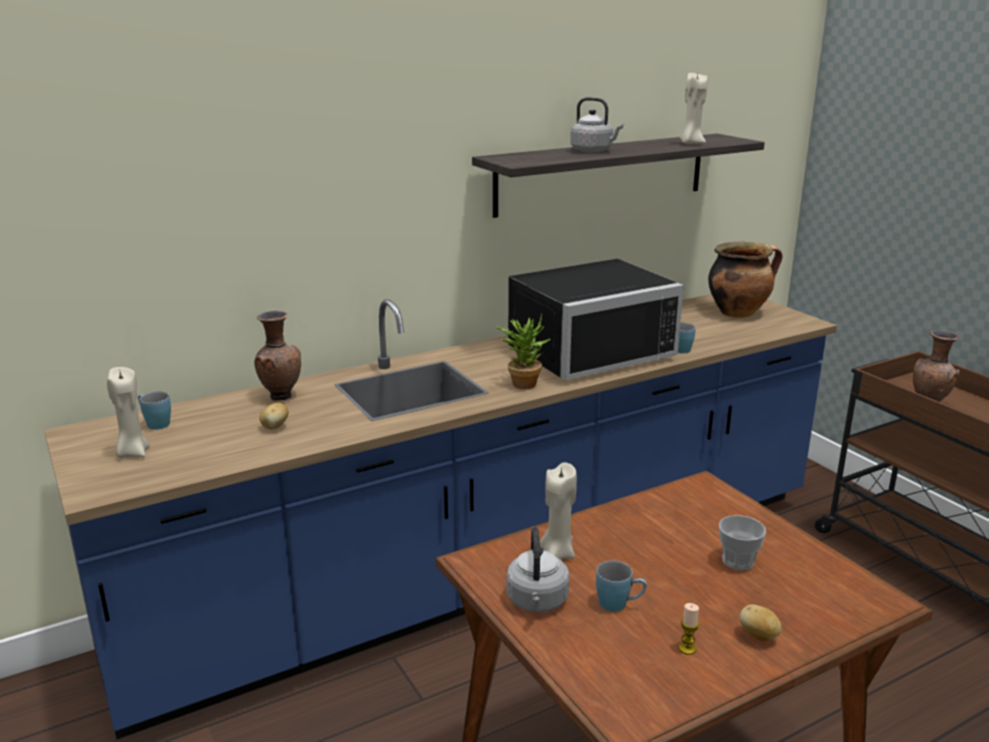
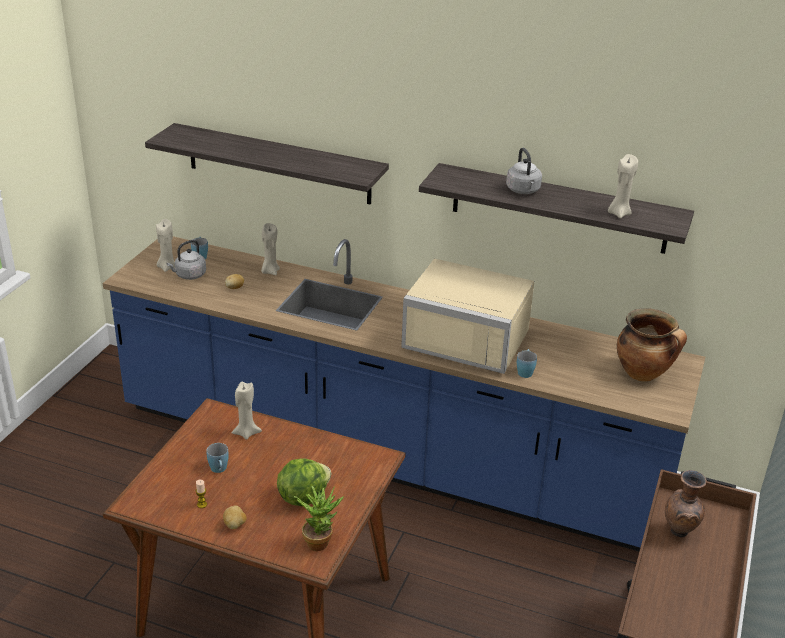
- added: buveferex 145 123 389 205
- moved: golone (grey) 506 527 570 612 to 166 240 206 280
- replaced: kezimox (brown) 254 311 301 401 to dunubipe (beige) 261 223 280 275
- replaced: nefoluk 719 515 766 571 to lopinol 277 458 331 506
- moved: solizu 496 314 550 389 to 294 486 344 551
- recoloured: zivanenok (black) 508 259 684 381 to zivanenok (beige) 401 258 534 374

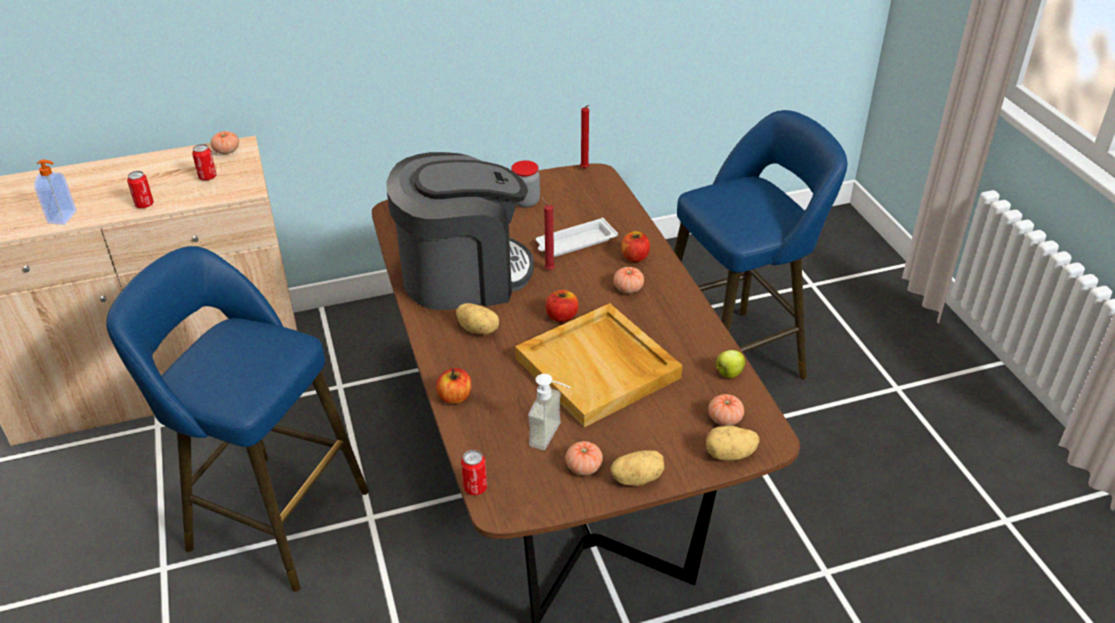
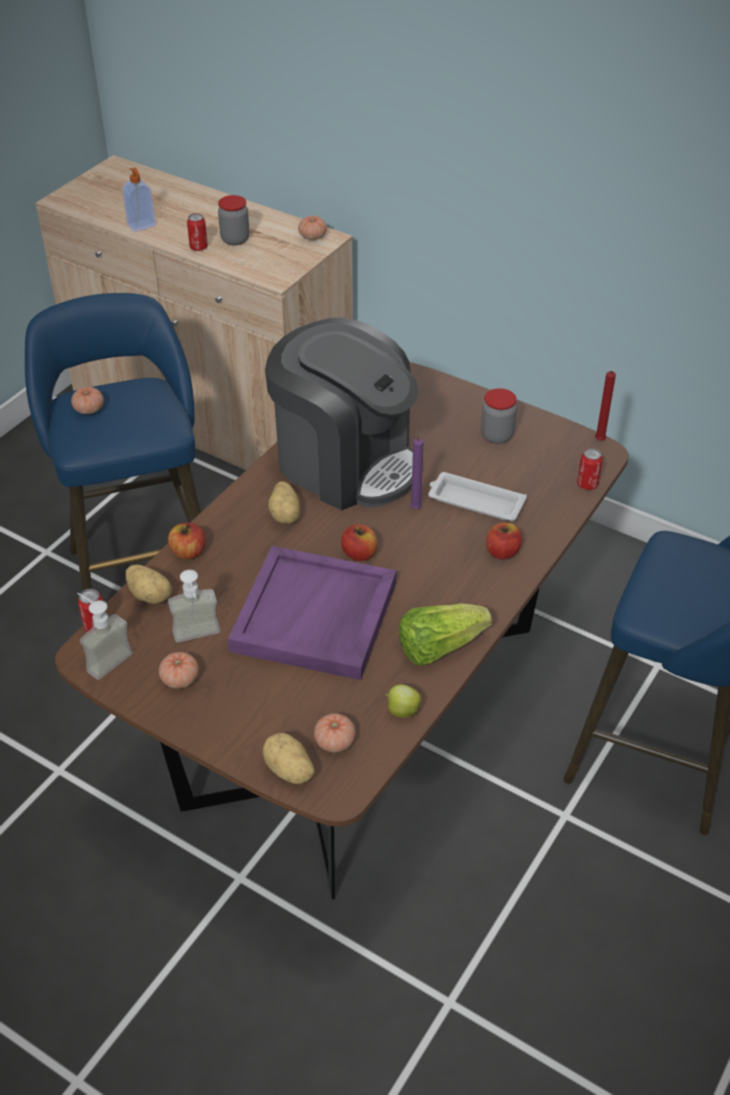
- moved: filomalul 613 267 644 293 to 71 387 104 414
- added: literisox 77 593 133 680
- moved: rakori 610 450 664 486 to 126 565 172 604
- added: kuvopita 218 195 249 245
- recoloured: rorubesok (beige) 515 303 683 428 to rorubesok (purple) 228 546 397 680
- added: lopinol 399 603 492 666
- recoloured: dunubipe (red) 541 197 555 270 to dunubipe (purple) 410 427 424 509
- moved: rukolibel 192 144 217 181 to 577 448 603 490

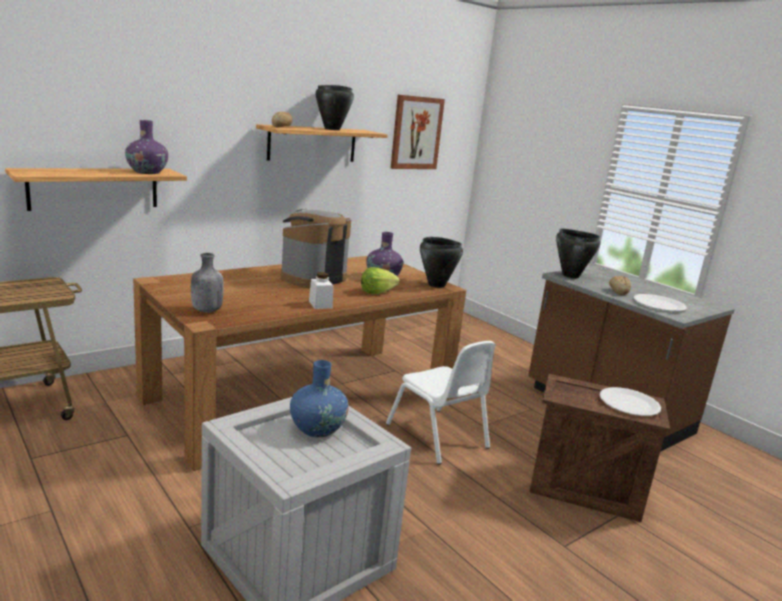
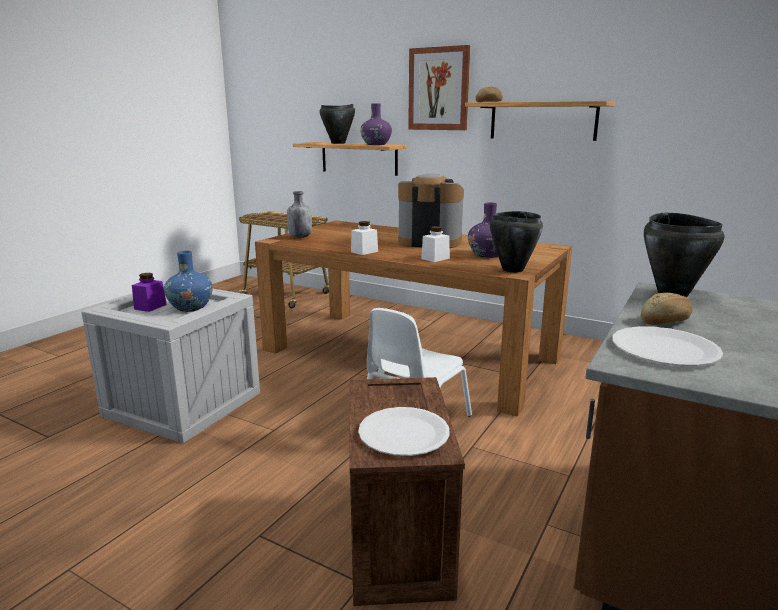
- added: kuvopita (purple) 132 273 167 312
- moved: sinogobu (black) 316 85 354 130 to 320 104 355 144
- moved: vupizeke 391 95 445 169 to 408 45 470 130
- replaced: lopinol 361 267 399 294 to kuvopita (white) 421 226 450 262

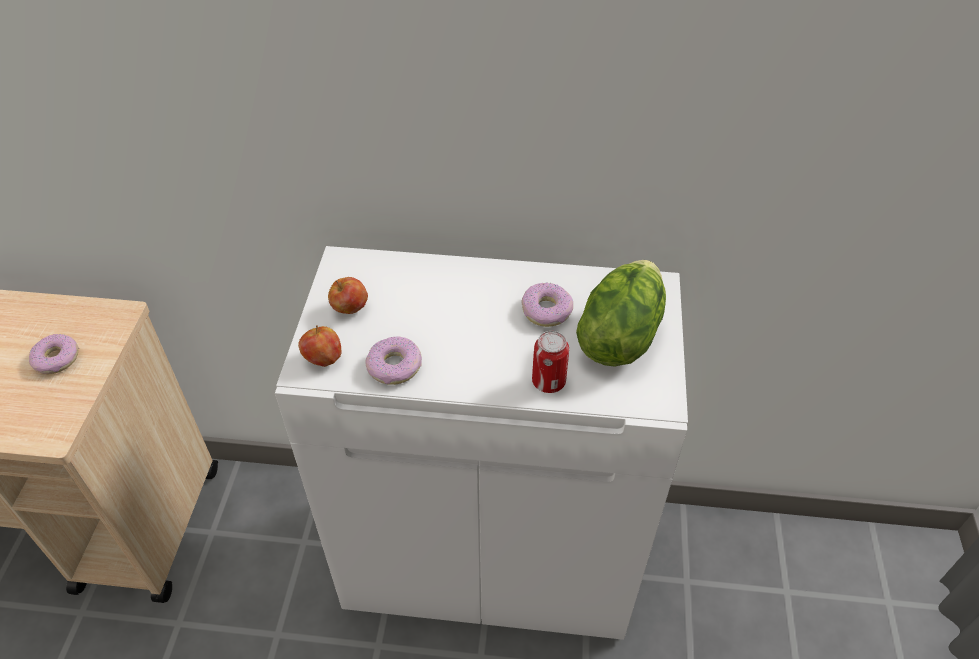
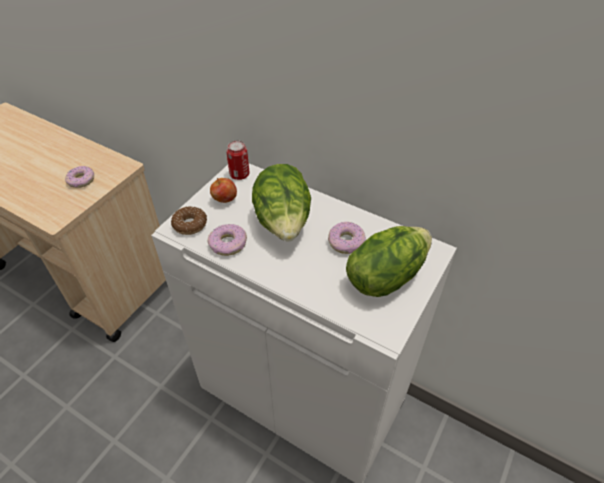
- replaced: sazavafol 298 325 341 367 to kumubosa 171 206 207 235
- moved: rukolibel 532 331 569 393 to 226 140 249 180
- added: lopinol 252 164 311 242

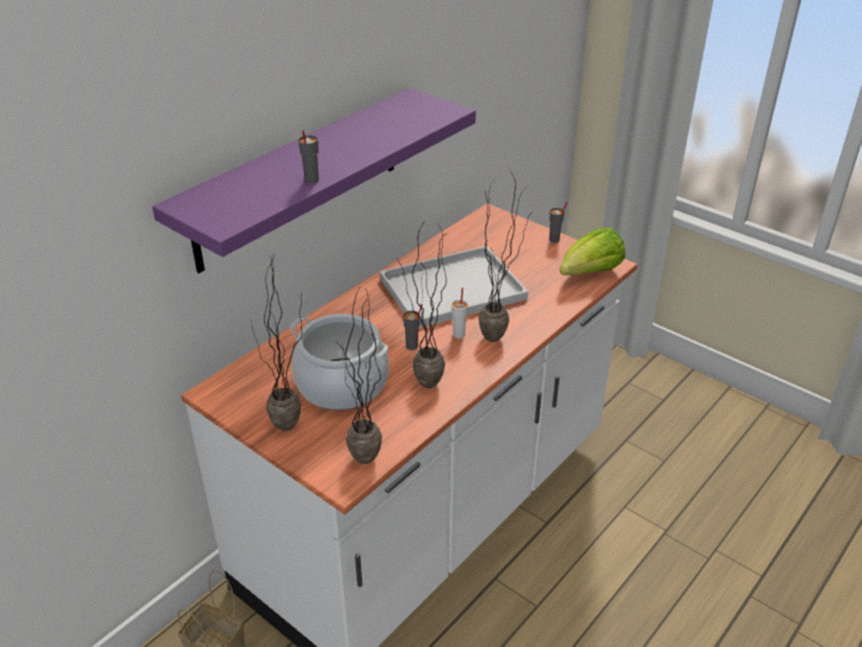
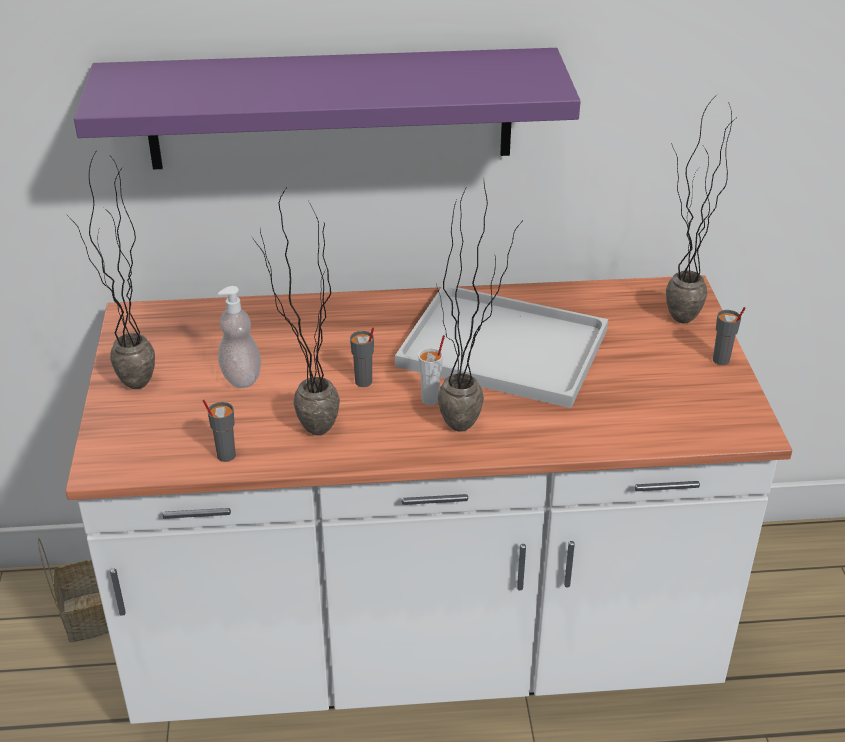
- moved: nefoluk (grey) 298 130 319 184 to 203 400 236 462
- replaced: sinogobu 290 314 389 410 to literisox 218 286 261 388
- moved: solizu 339 288 382 464 to 666 94 736 323
- removed: lopinol 560 228 625 275

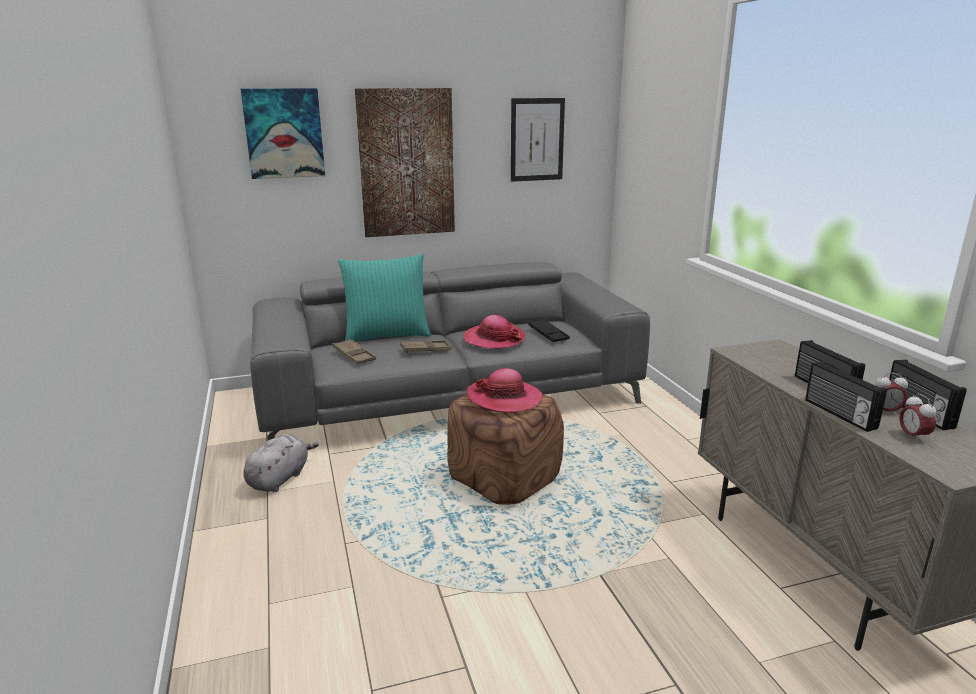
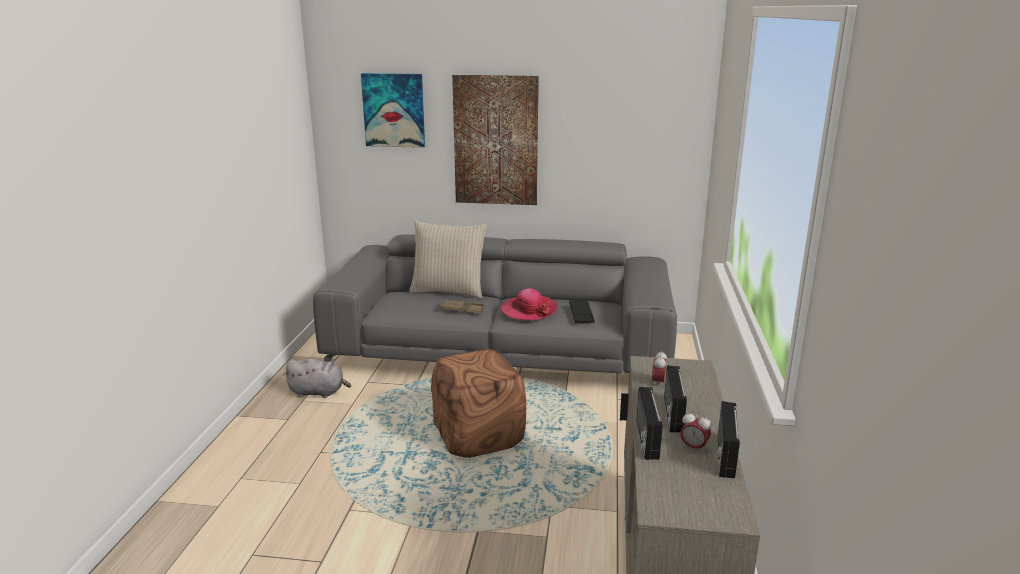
- turned: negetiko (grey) 243 434 319 492 = 283 359 351 398 45 degrees clockwise
- recoloured: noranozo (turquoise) 338 254 431 342 to noranozo (beige) 409 221 487 298
- moved: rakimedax 899 394 936 443 to 652 350 667 385
- removed: rorubesok (brown) 333 339 376 364
- removed: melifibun 466 368 543 413
- removed: vupizeke 511 98 565 182

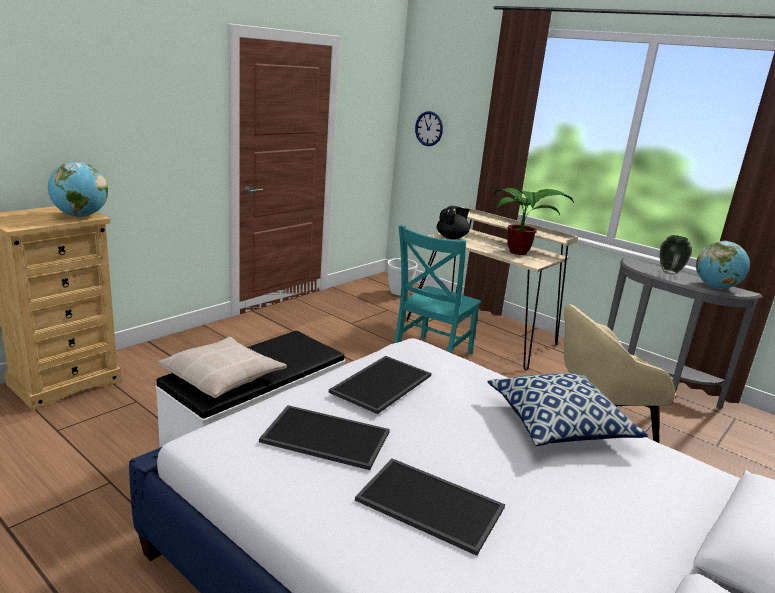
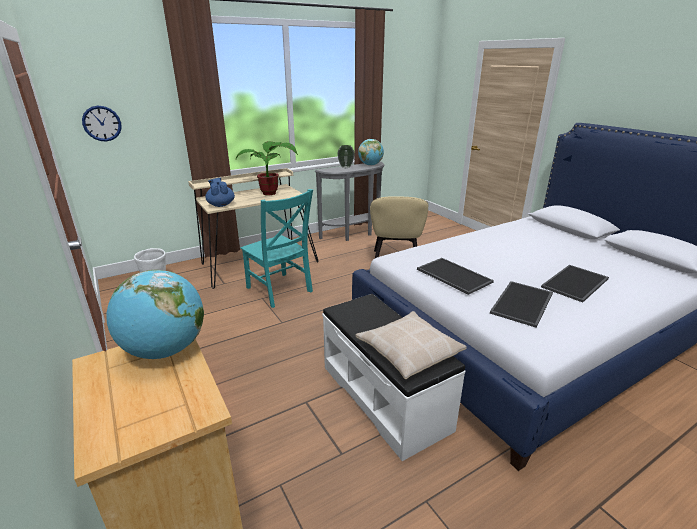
- recoloured: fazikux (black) 437 206 470 239 to fazikux (blue) 205 178 235 207
- removed: noranozo 487 373 648 446

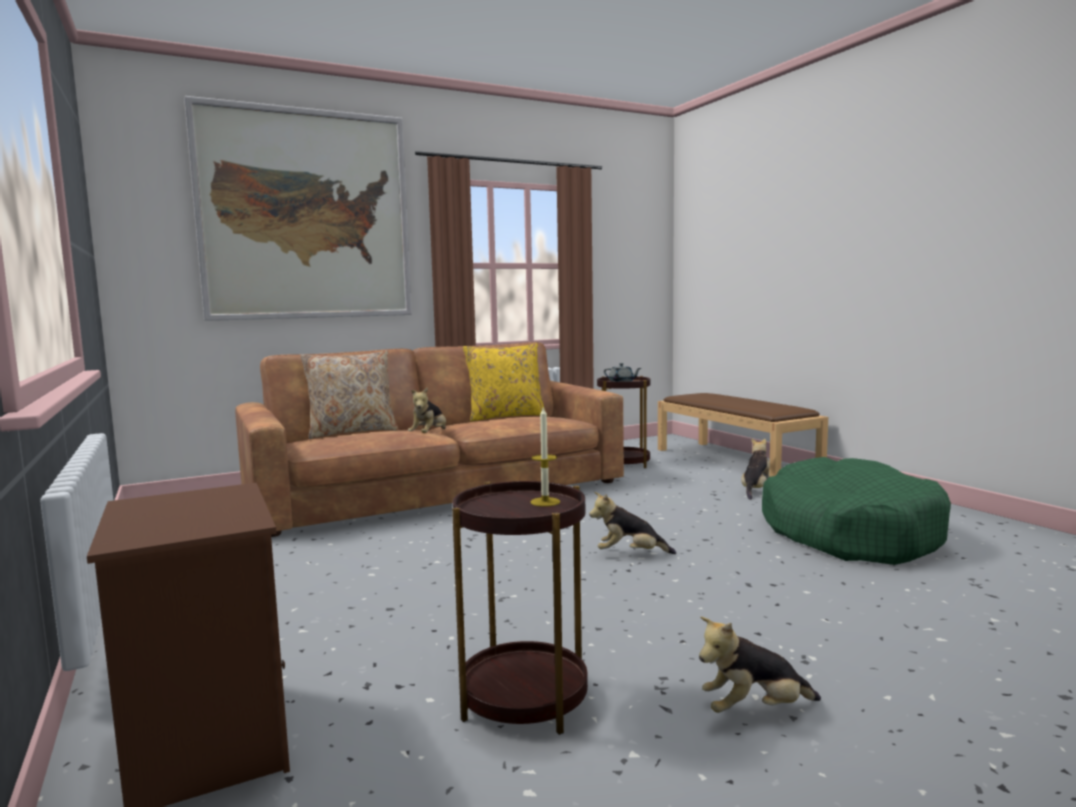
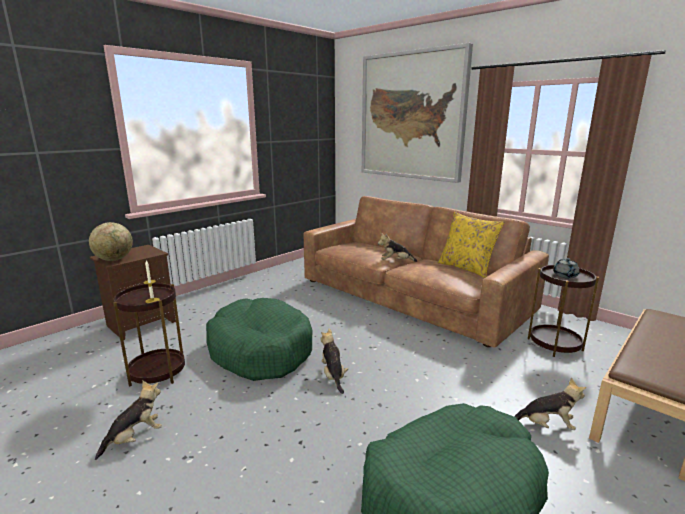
- added: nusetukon 89 222 133 261
- turned: negetiko 699 617 821 713 = 95 381 162 460 75 degrees clockwise
- added: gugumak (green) 206 298 312 381
- removed: noranozo (beige) 300 350 399 439

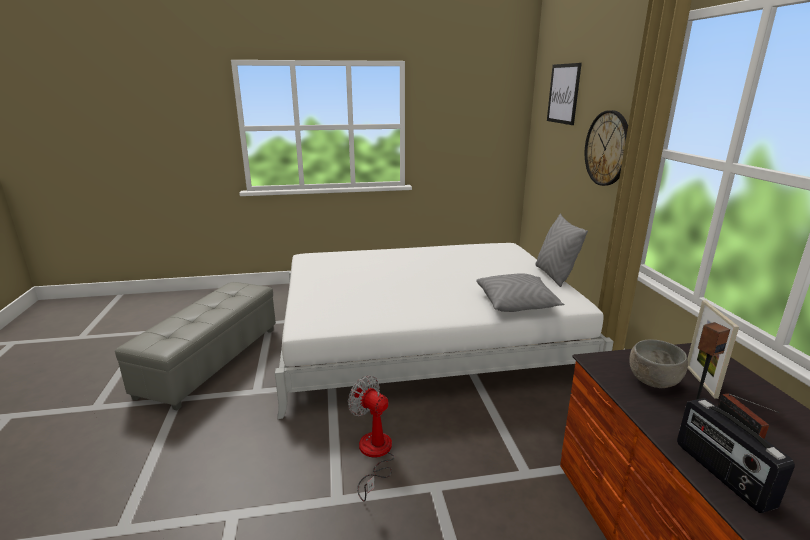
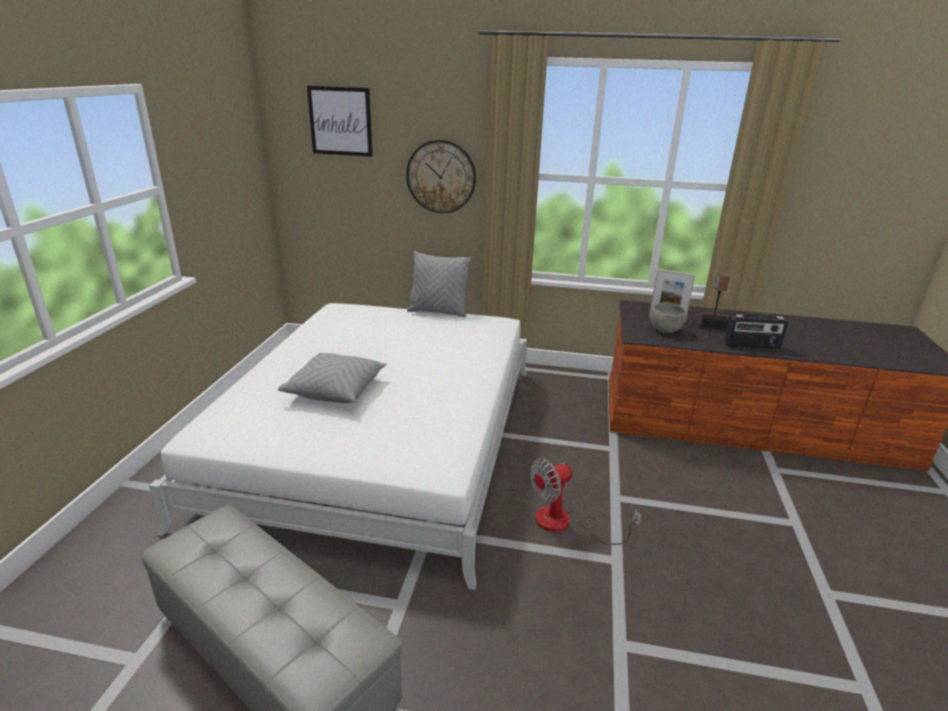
- moved: noranozo (grey) 476 273 564 312 to 278 353 387 403

